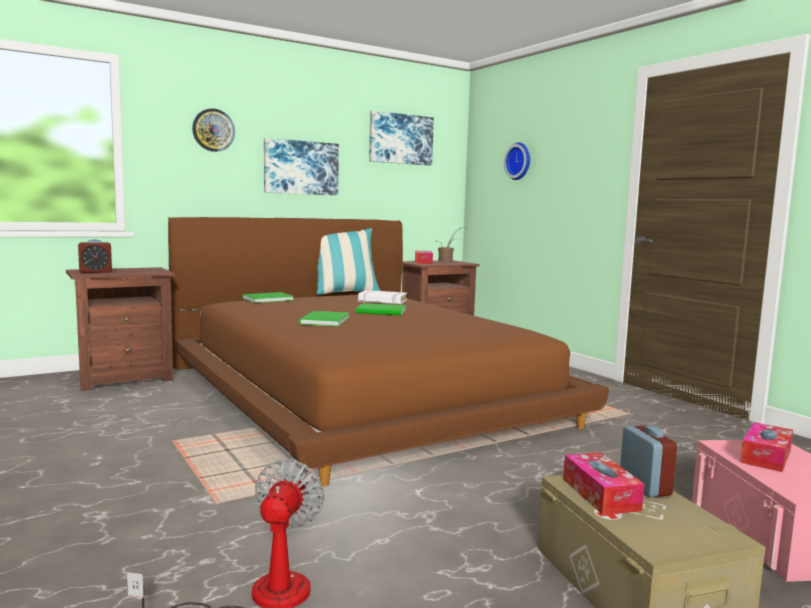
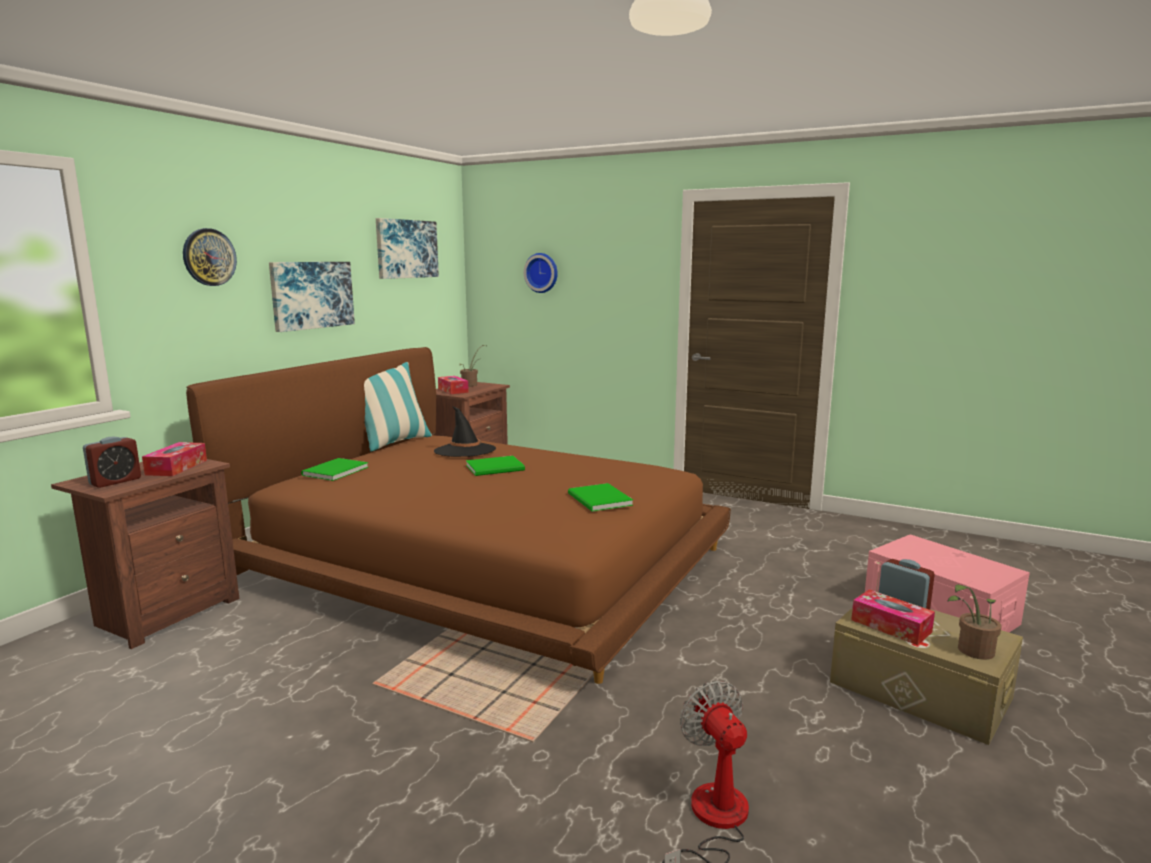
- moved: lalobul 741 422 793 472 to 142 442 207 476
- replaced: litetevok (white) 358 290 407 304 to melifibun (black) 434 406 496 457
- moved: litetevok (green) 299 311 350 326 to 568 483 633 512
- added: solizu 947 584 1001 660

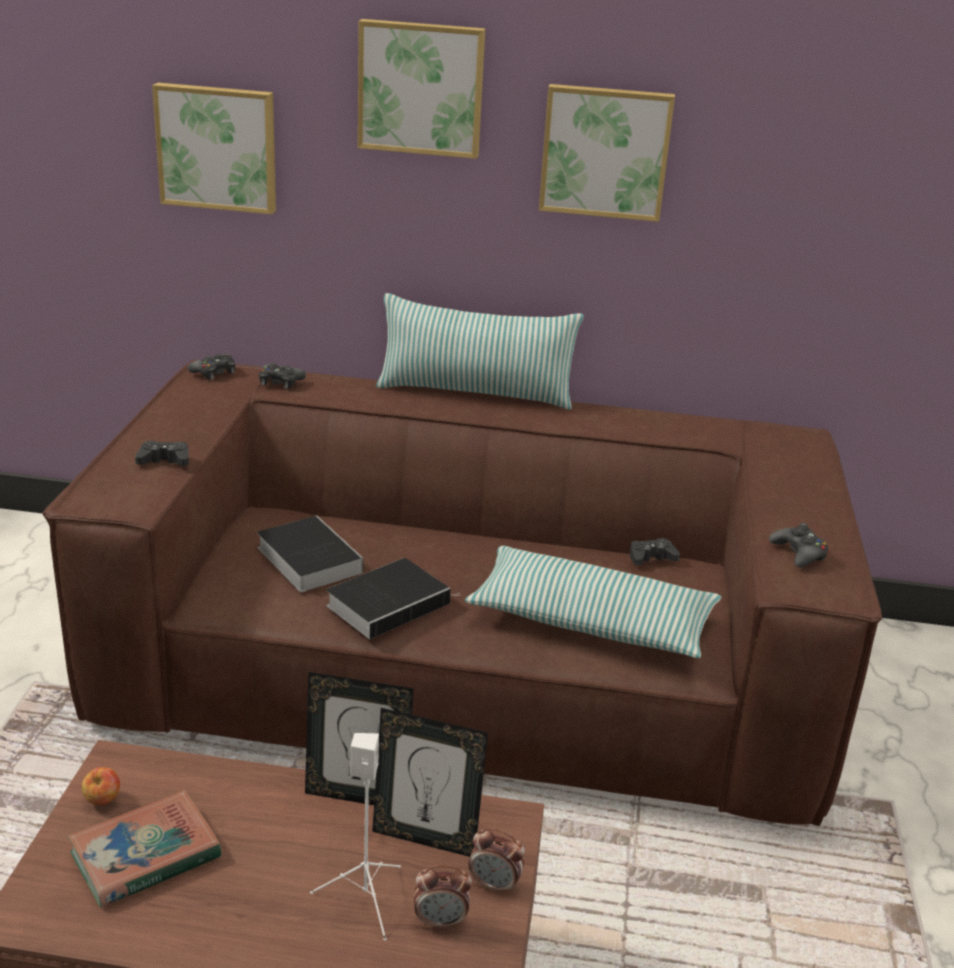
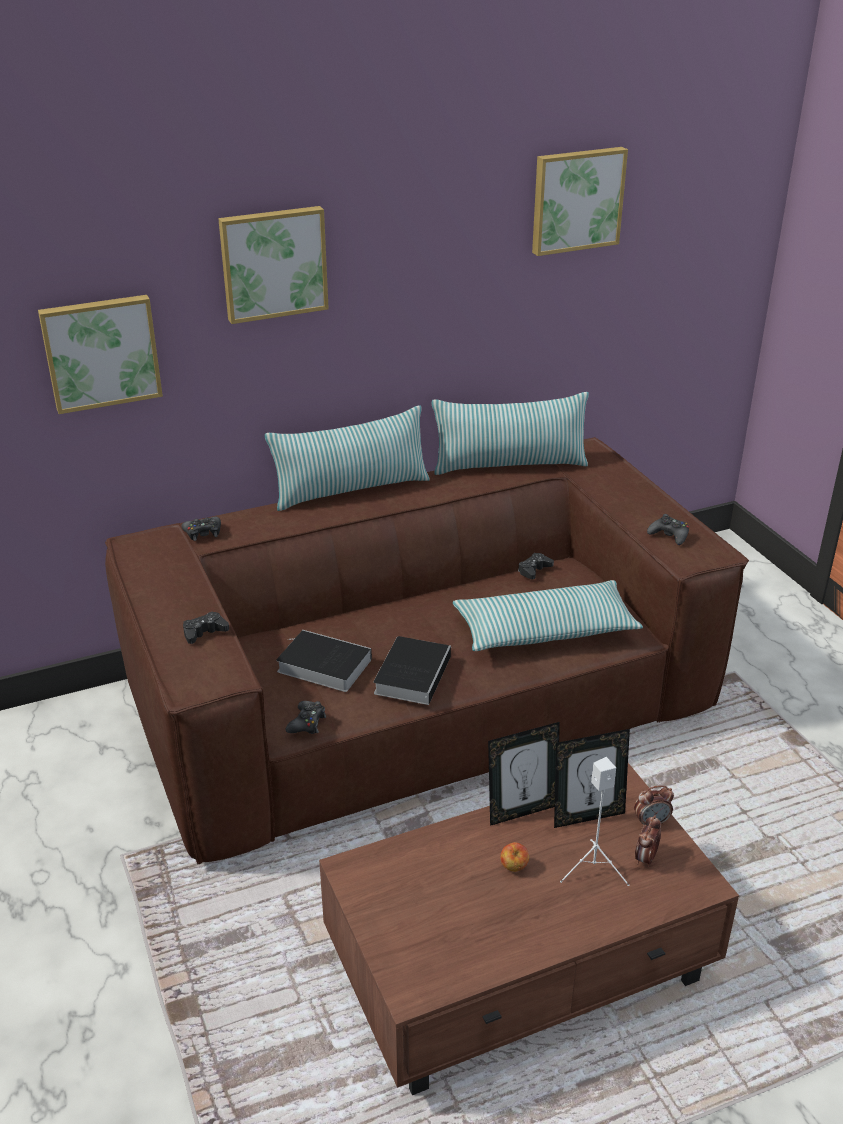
- moved: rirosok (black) 187 354 235 380 to 285 701 326 734
- added: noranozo 432 392 589 475
- moved: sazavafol 81 767 120 805 to 500 842 529 872
- moved: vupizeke 539 84 675 222 to 532 147 628 256
- turned: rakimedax 414 865 472 928 = 635 815 661 867 150 degrees clockwise
- removed: litetevok 68 790 221 908

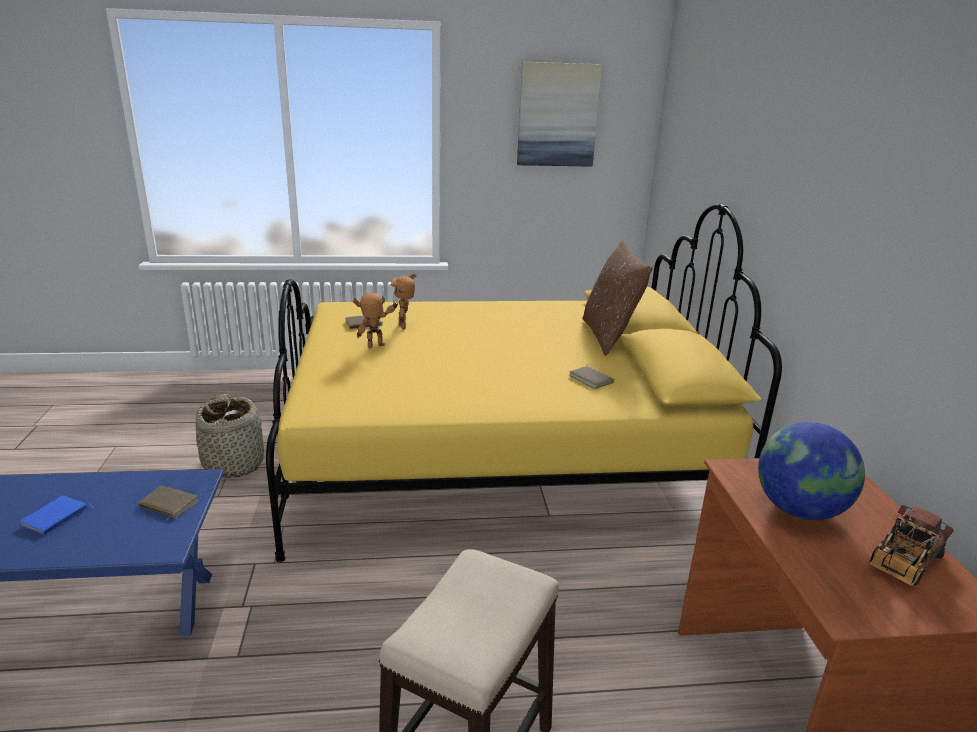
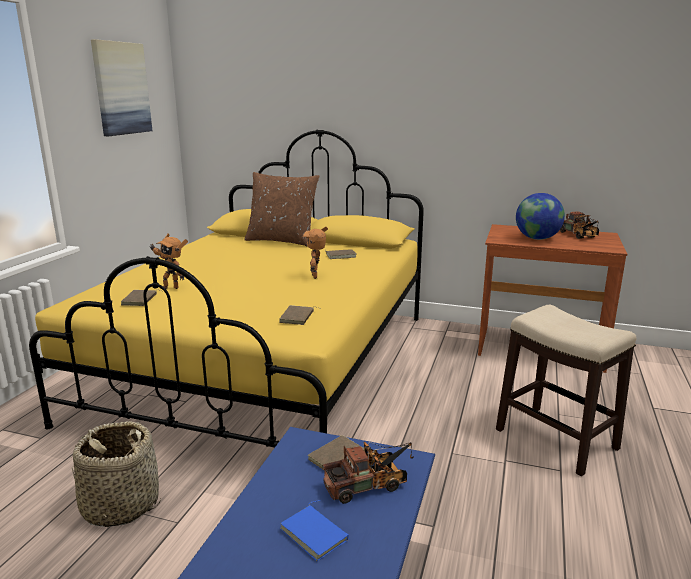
- added: litetevok (brown) 279 305 318 325
- moved: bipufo 353 293 399 348 to 303 226 328 279
- added: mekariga 322 442 414 504

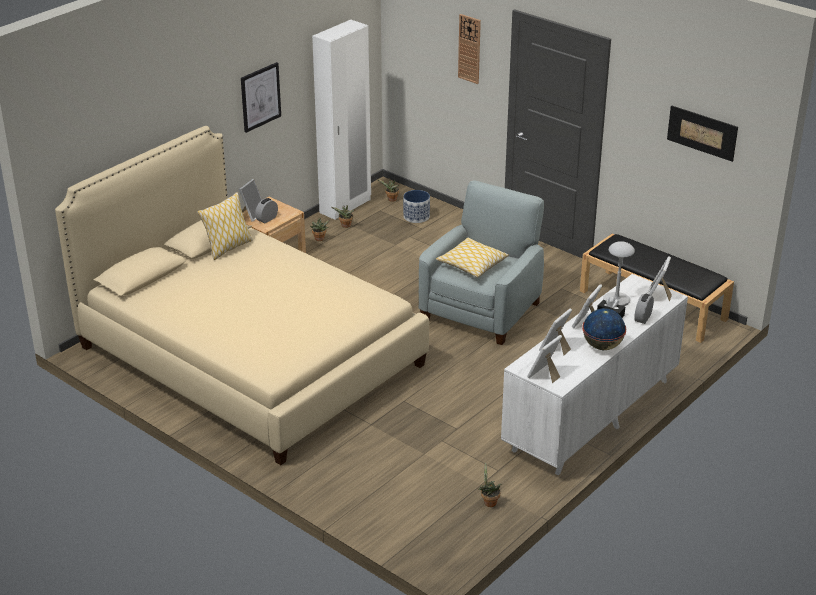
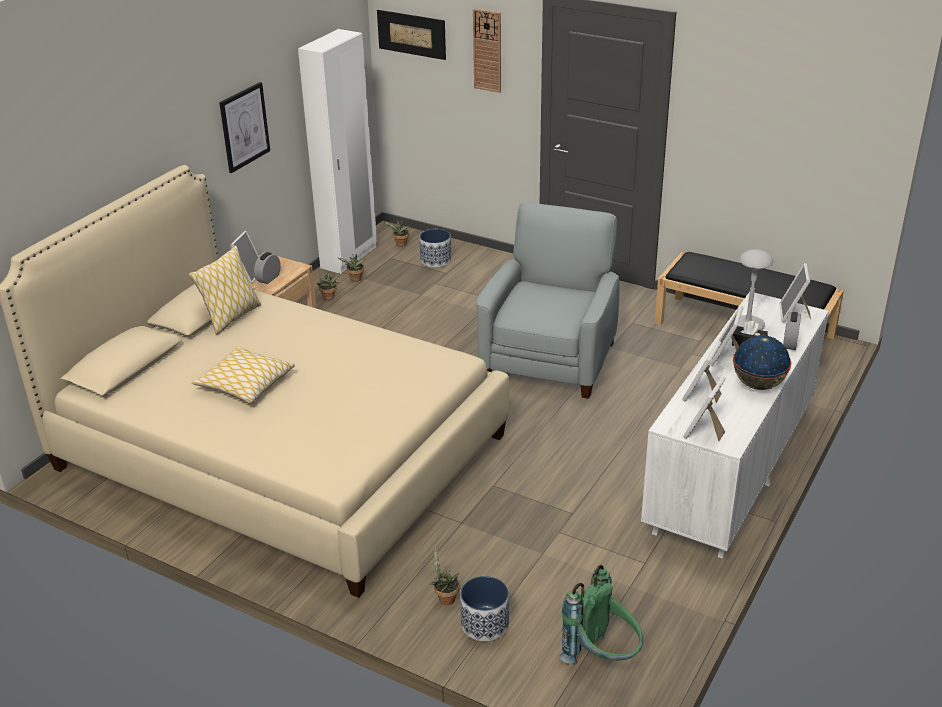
- moved: noranozo 436 238 509 278 to 192 346 295 404
- moved: vupizeke 667 106 738 162 to 377 10 446 60
- moved: solizu 477 462 501 507 to 429 548 460 605
- added: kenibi 460 576 509 641
- added: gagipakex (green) 559 565 643 664

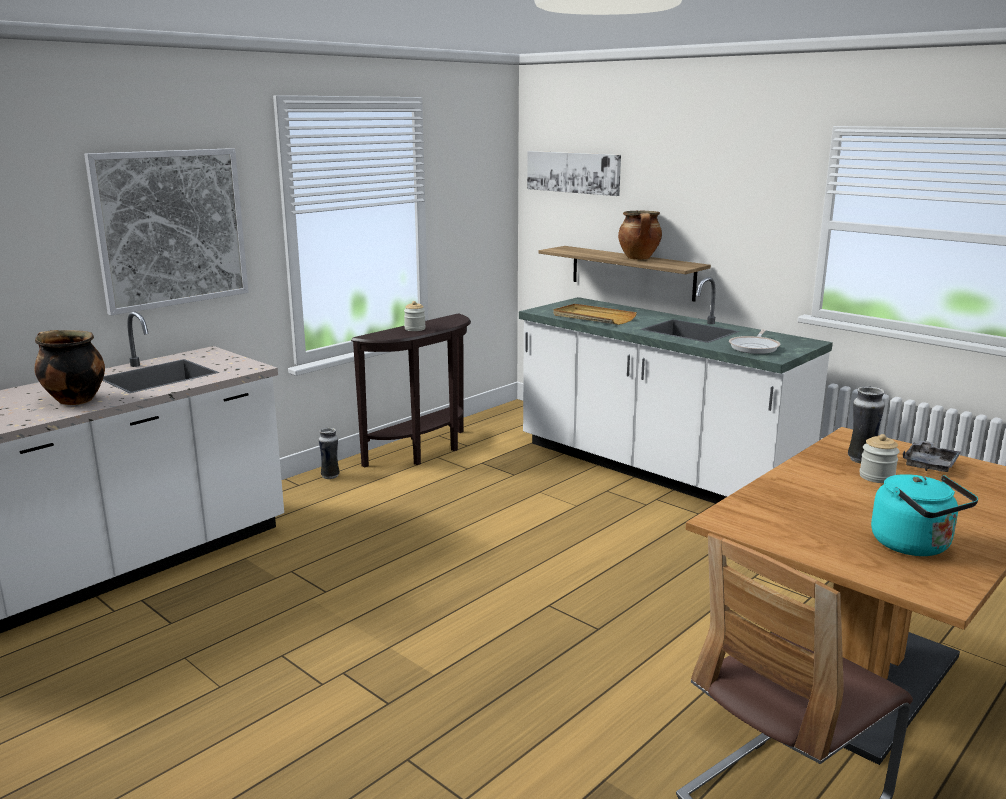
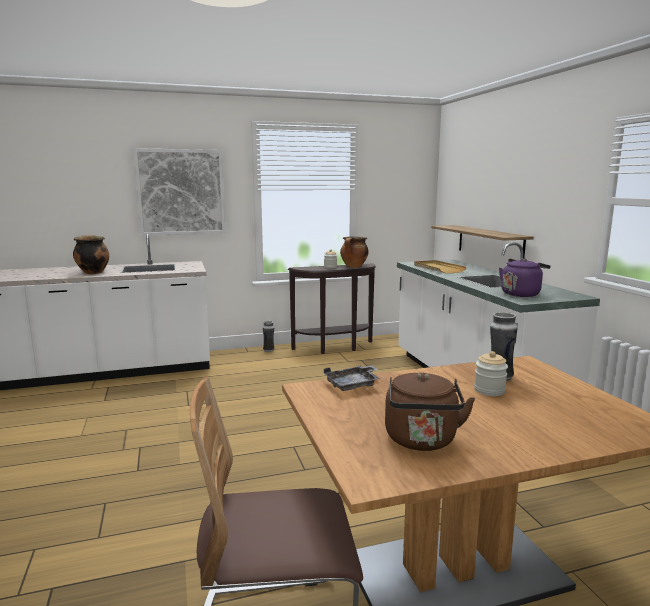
- moved: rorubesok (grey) 903 440 961 472 to 324 365 380 391
- moved: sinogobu 618 211 662 260 to 340 236 369 268
- recoloured: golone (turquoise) 871 474 978 556 to golone (brown) 385 373 475 451
- replaced: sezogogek 729 330 780 354 to golone (purple) 499 258 551 297
- removed: vupizeke 527 151 621 196

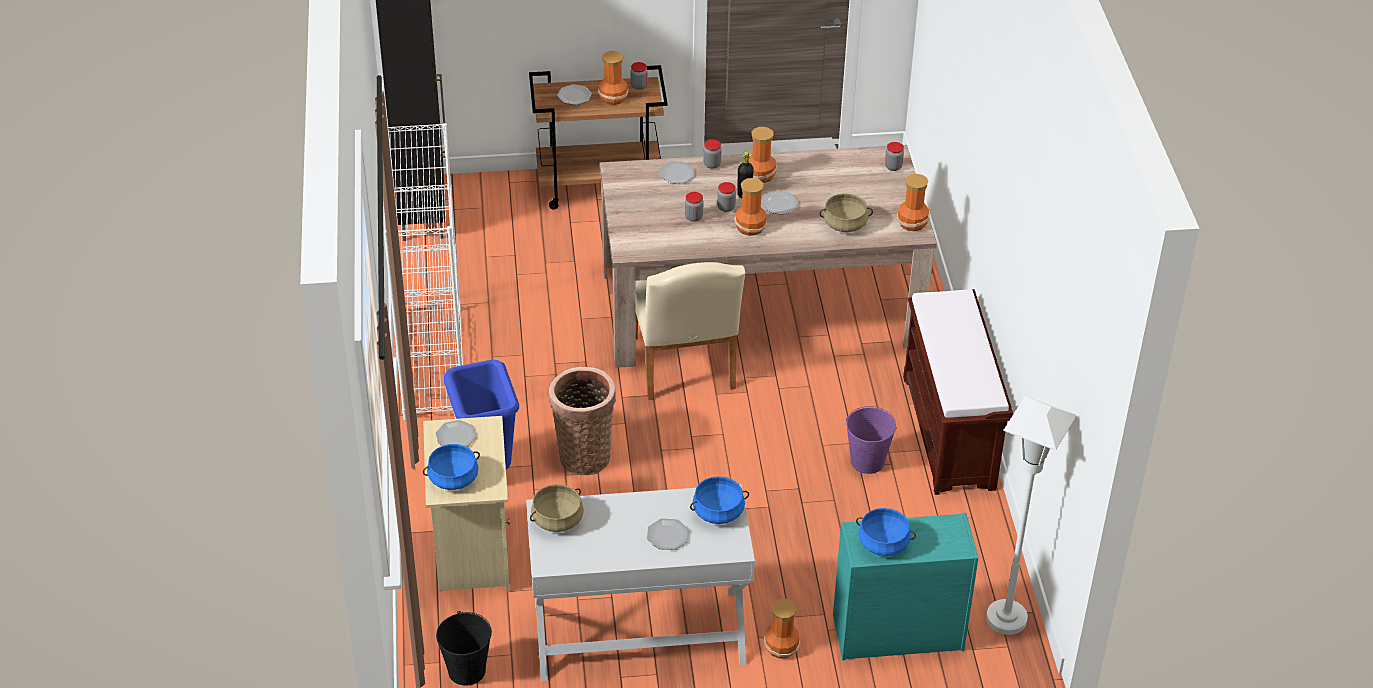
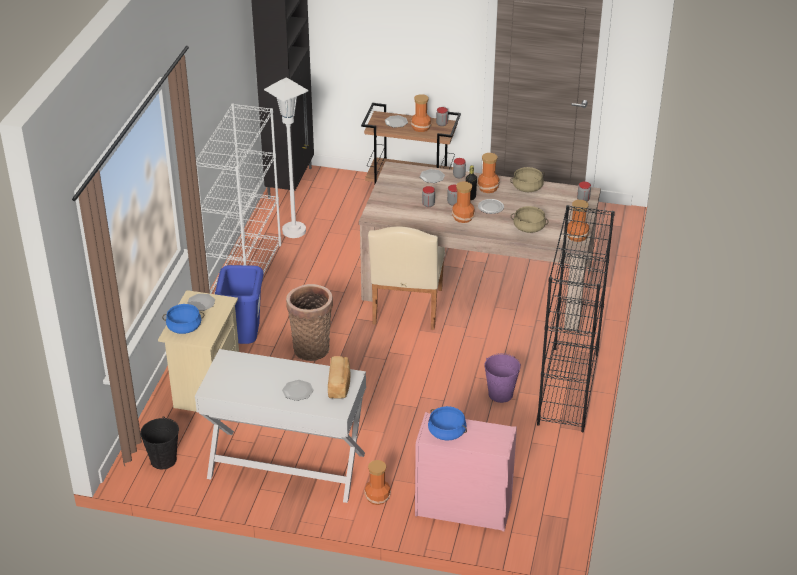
- moved: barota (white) 986 396 1077 635 to 264 77 309 238
- replaced: sinogobu (blue) 690 476 749 524 to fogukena 328 356 350 399
- recoloured: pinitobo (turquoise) 833 513 978 660 to pinitobo (pink) 415 412 517 531
- moved: sinogobu (beige) 530 484 584 532 to 510 167 545 192
- replaced: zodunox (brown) 903 289 1013 495 to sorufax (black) 537 205 615 433

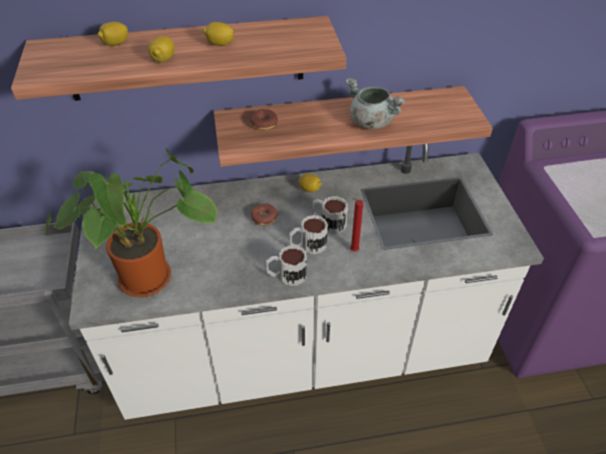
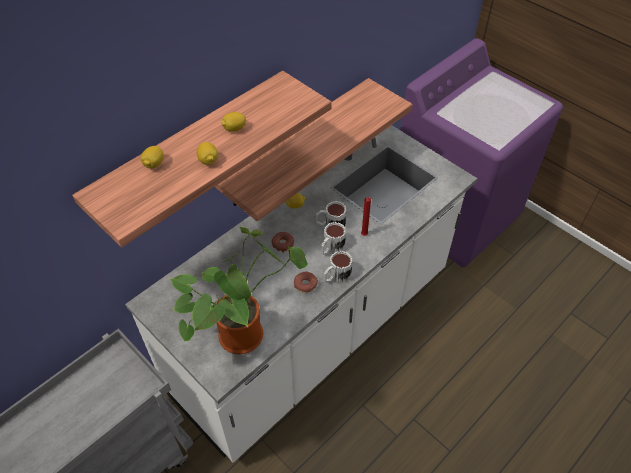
- moved: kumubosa 249 109 278 130 to 294 272 318 293
- removed: sinogobu (grey) 345 78 406 129

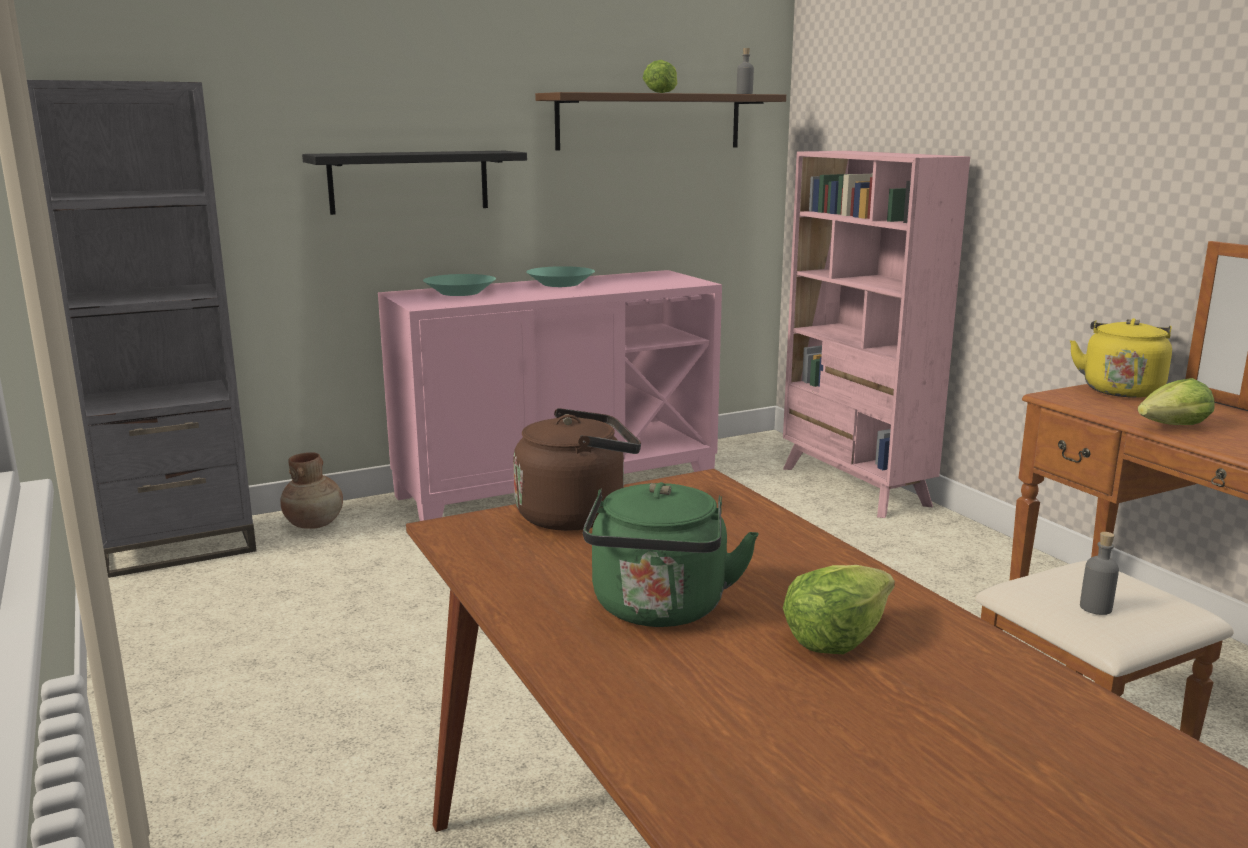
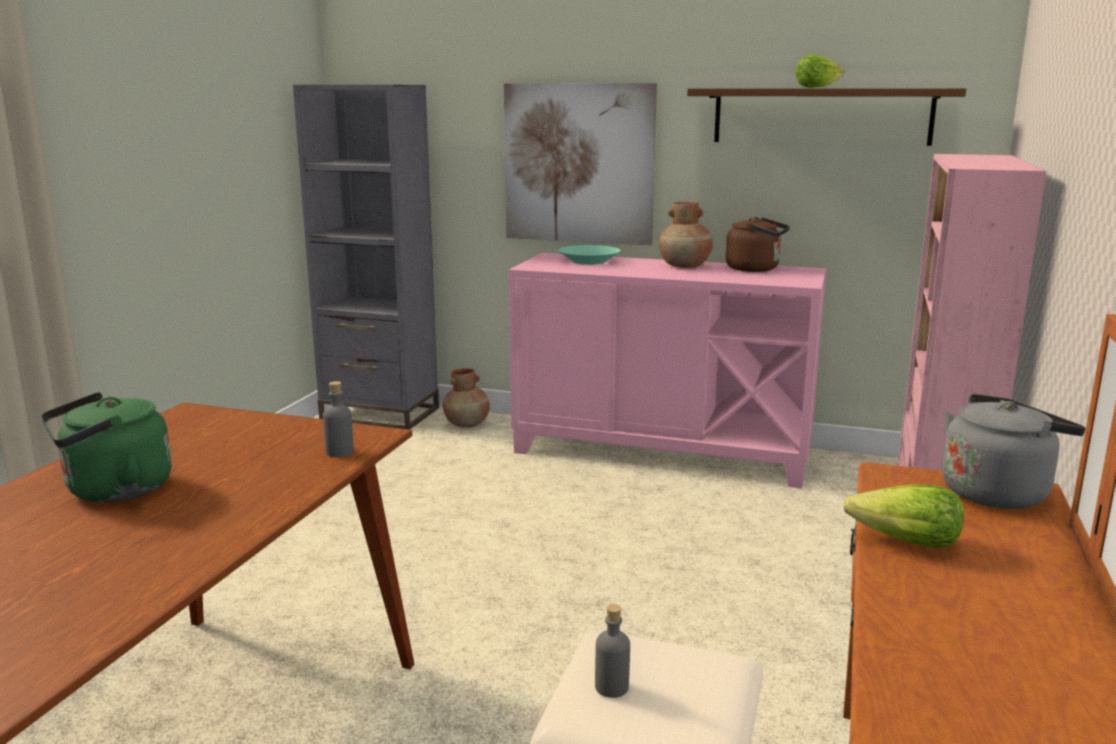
- moved: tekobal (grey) 737 48 754 94 to 323 381 354 457
- replaced: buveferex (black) 302 151 527 215 to vupizeke 504 83 657 245
- replaced: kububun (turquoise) 526 266 595 287 to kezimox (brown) 659 202 713 268
- moved: golone (brown) 513 408 641 531 to 726 217 790 272
- recoloured: golone (yellow) 1070 318 1172 398 to golone (grey) 942 394 1086 509
- removed: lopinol 783 565 895 654

